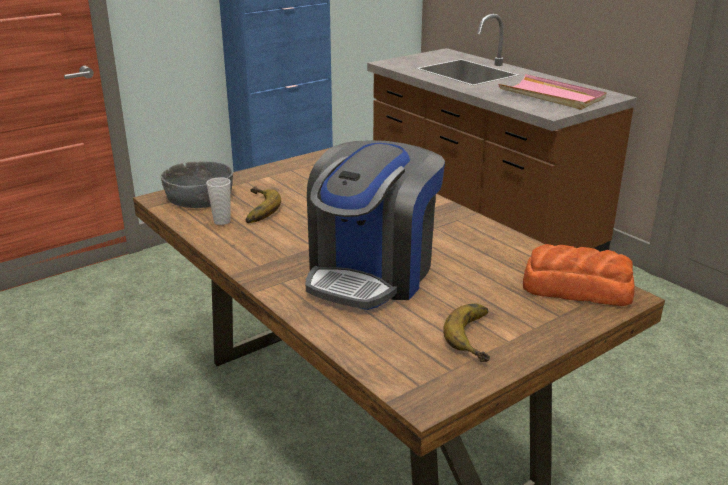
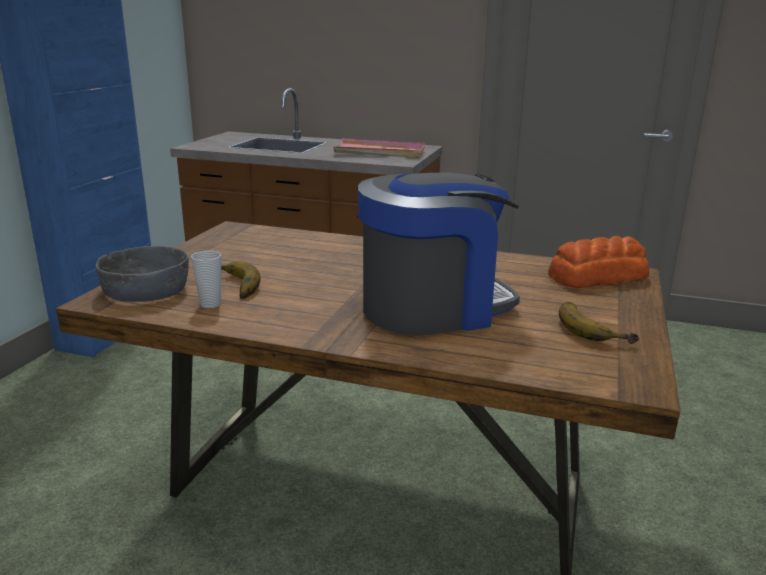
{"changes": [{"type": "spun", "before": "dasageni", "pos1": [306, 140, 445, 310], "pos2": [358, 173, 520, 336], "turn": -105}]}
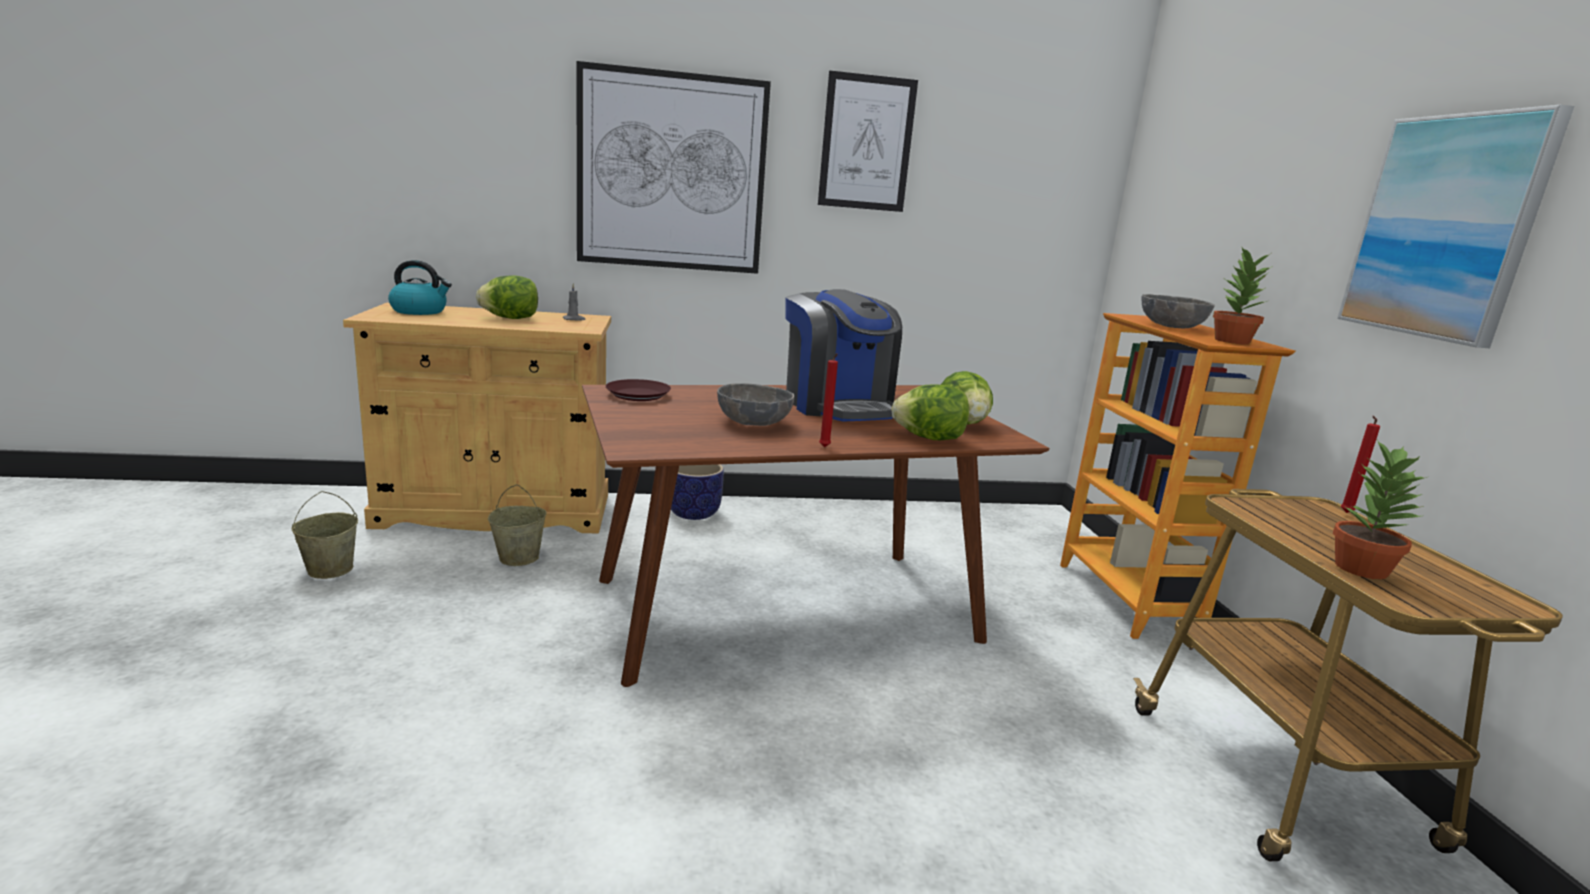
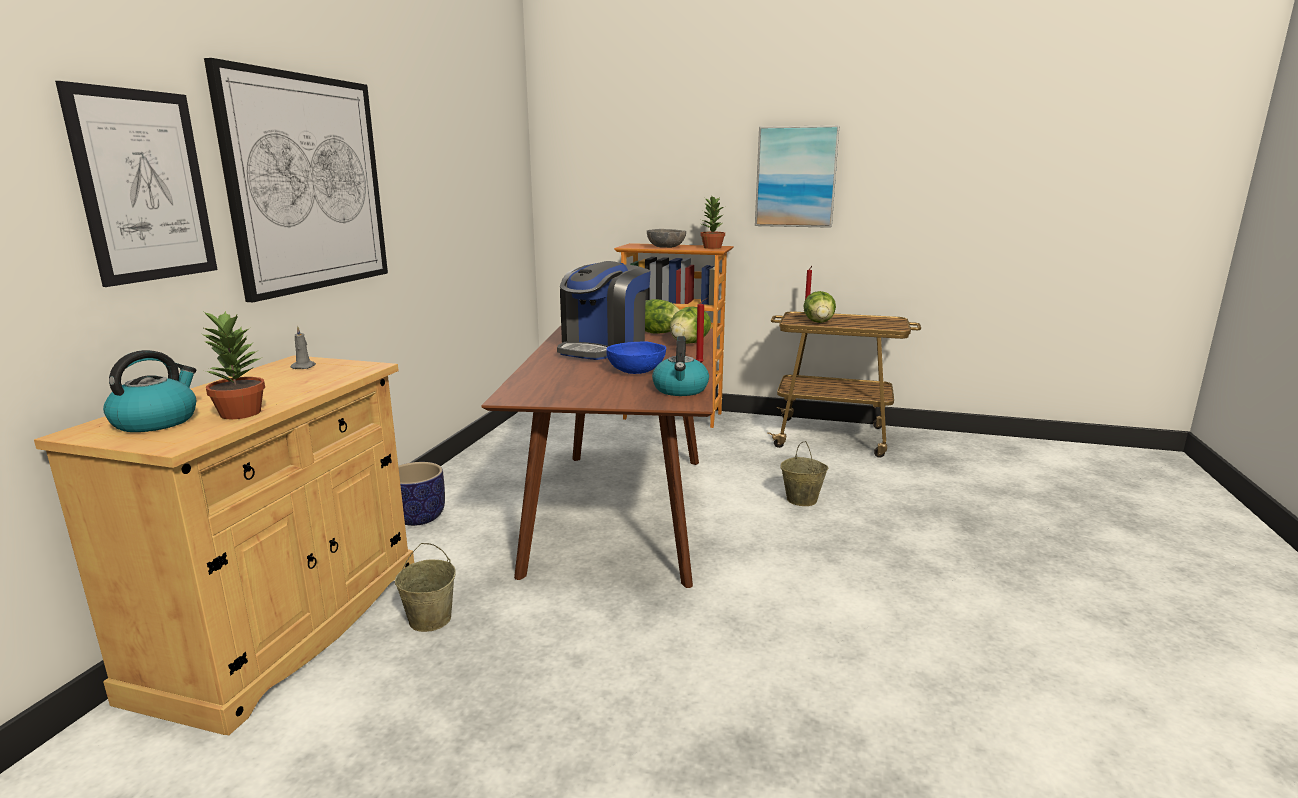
{"changes": [{"type": "relocated", "before": "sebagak", "pos1": [818, 71, 918, 212], "pos2": [55, 81, 217, 287]}, {"type": "relocated", "before": "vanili", "pos1": [1333, 440, 1427, 580], "pos2": [201, 310, 265, 419]}, {"type": "spun", "before": "dasageni", "pos1": [785, 289, 902, 421], "pos2": [557, 261, 651, 360], "turn": 120}, {"type": "colour", "before": "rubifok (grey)", "after": "rubifok (blue)", "pos1": [717, 383, 794, 426], "pos2": [606, 341, 666, 374]}, {"type": "appeared", "after": "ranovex", "pos2": [652, 336, 709, 396]}, {"type": "relocated", "before": "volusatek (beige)", "pos1": [292, 491, 358, 579], "pos2": [781, 441, 828, 506]}, {"type": "relocated", "before": "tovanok", "pos1": [476, 275, 538, 319], "pos2": [804, 291, 836, 323]}, {"type": "missing", "before": "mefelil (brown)", "pos1": [606, 379, 671, 401]}]}
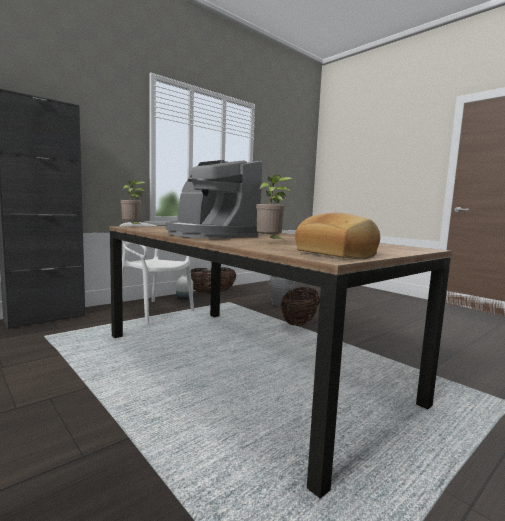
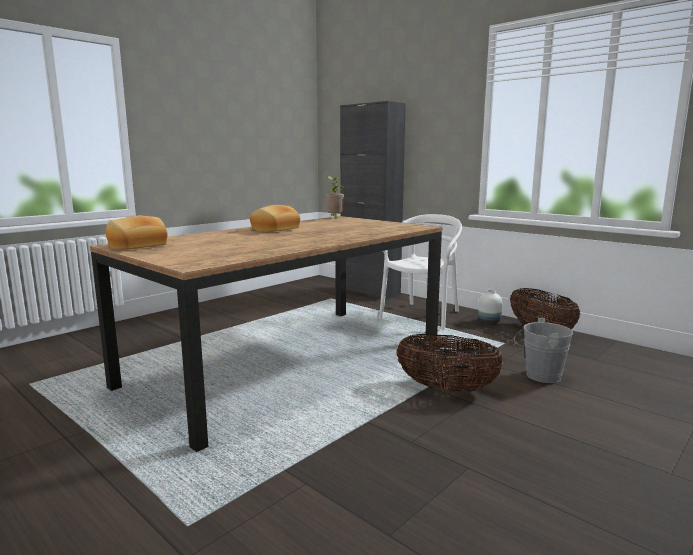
{"changes": [{"type": "exchanged", "before": "dasageni", "after": "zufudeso", "pos1": [166, 160, 262, 239], "pos2": [250, 205, 300, 232]}, {"type": "missing", "before": "vanili", "pos1": [256, 175, 293, 241]}]}
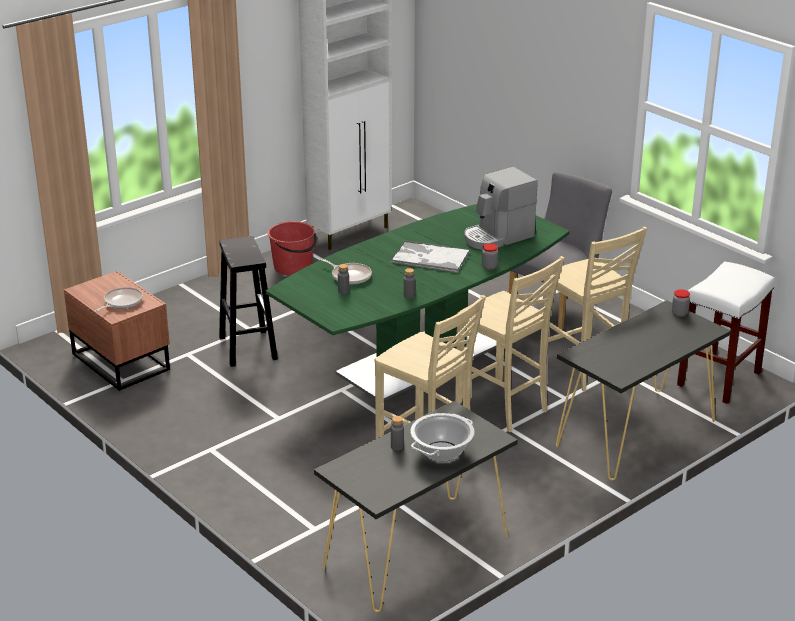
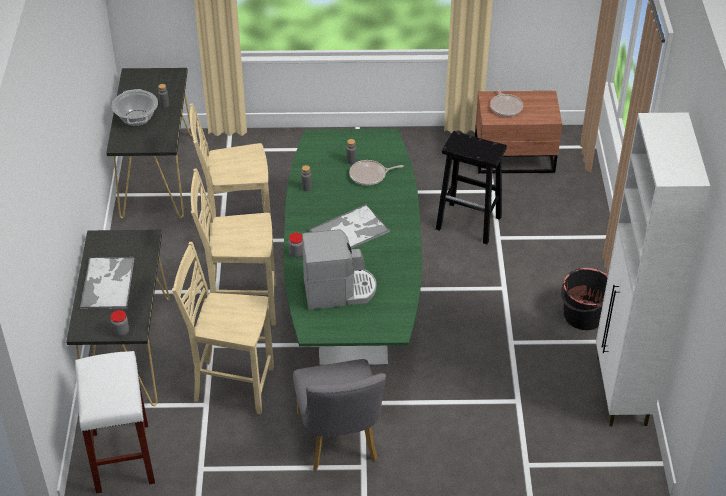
{"changes": [{"type": "appeared", "after": "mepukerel", "pos2": [80, 257, 134, 309]}, {"type": "spun", "before": "dasageni", "pos1": [465, 166, 538, 250], "pos2": [302, 229, 377, 309], "turn": 75}, {"type": "colour", "before": "volusatek (red)", "after": "volusatek (black)", "pos1": [268, 221, 317, 275], "pos2": [561, 268, 608, 330]}]}
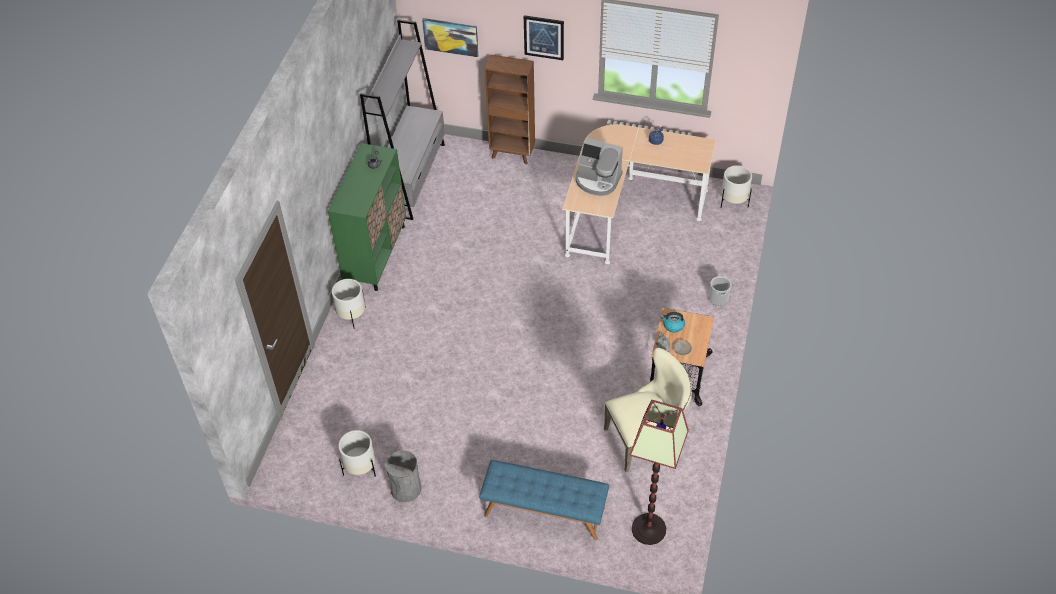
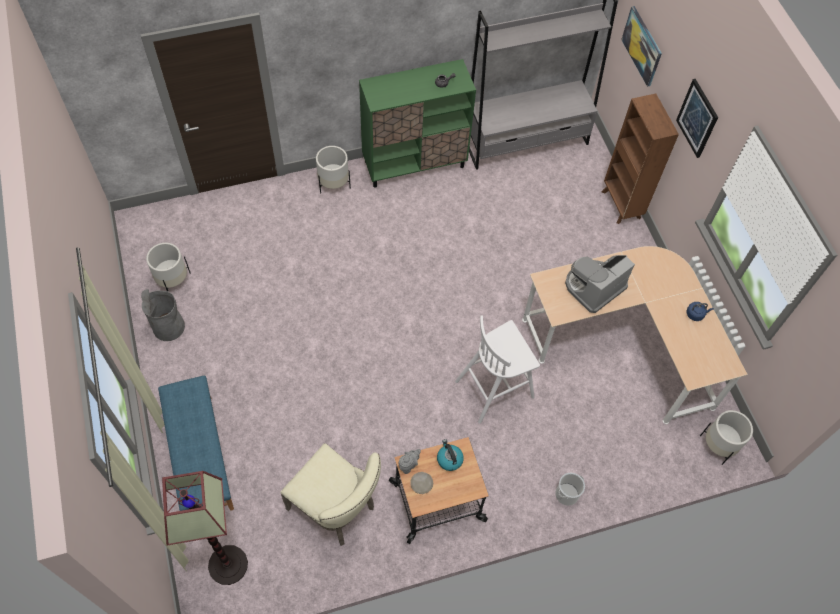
{"changes": [{"type": "appeared", "after": "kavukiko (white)", "pos2": [455, 315, 540, 424]}, {"type": "spun", "before": "dasageni", "pos1": [576, 138, 623, 196], "pos2": [565, 255, 635, 313], "turn": 60}]}
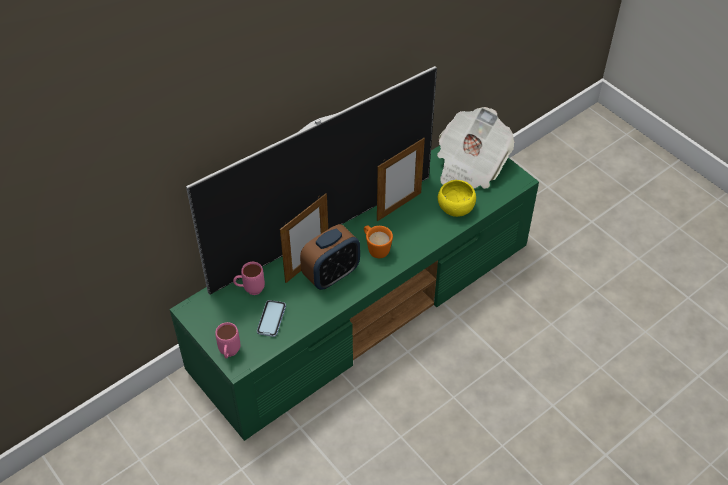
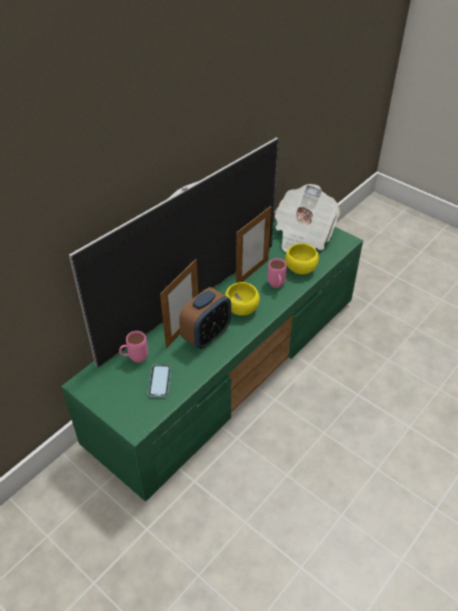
{"changes": [{"type": "exchanged", "before": "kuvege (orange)", "after": "rubifok (yellow)", "pos1": [364, 225, 393, 258], "pos2": [225, 282, 260, 316]}, {"type": "relocated", "before": "kuvege (pink)", "pos1": [215, 322, 240, 358], "pos2": [268, 258, 287, 288]}]}
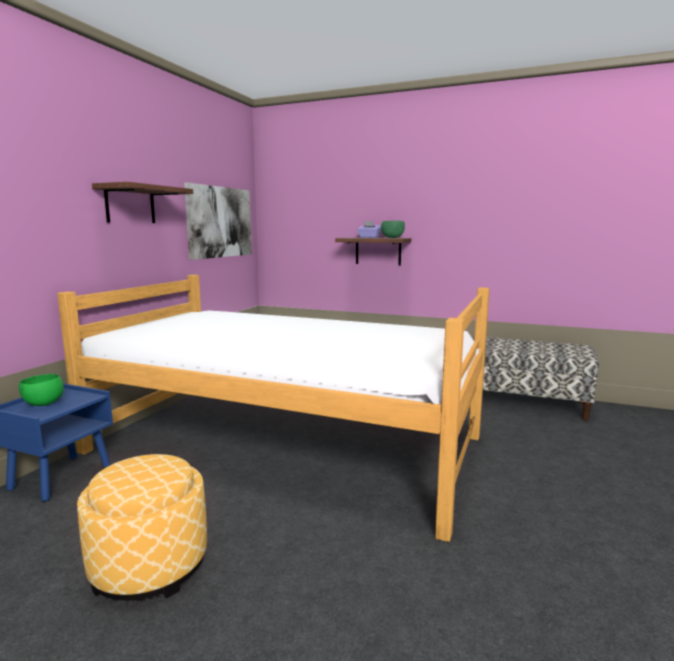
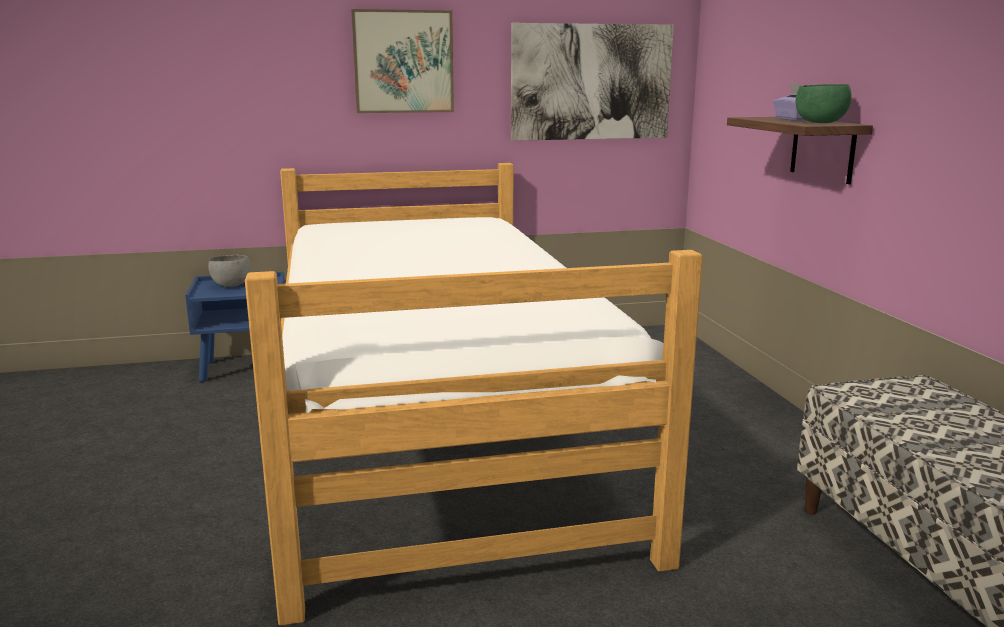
{"changes": [{"type": "colour", "before": "rubifok (green)", "after": "rubifok (grey)", "pos1": [19, 374, 64, 406], "pos2": [208, 255, 251, 287]}, {"type": "exchanged", "before": "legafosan", "after": "sebagak", "pos1": [92, 182, 193, 223], "pos2": [351, 9, 454, 113]}, {"type": "missing", "before": "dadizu", "pos1": [77, 454, 207, 601]}]}
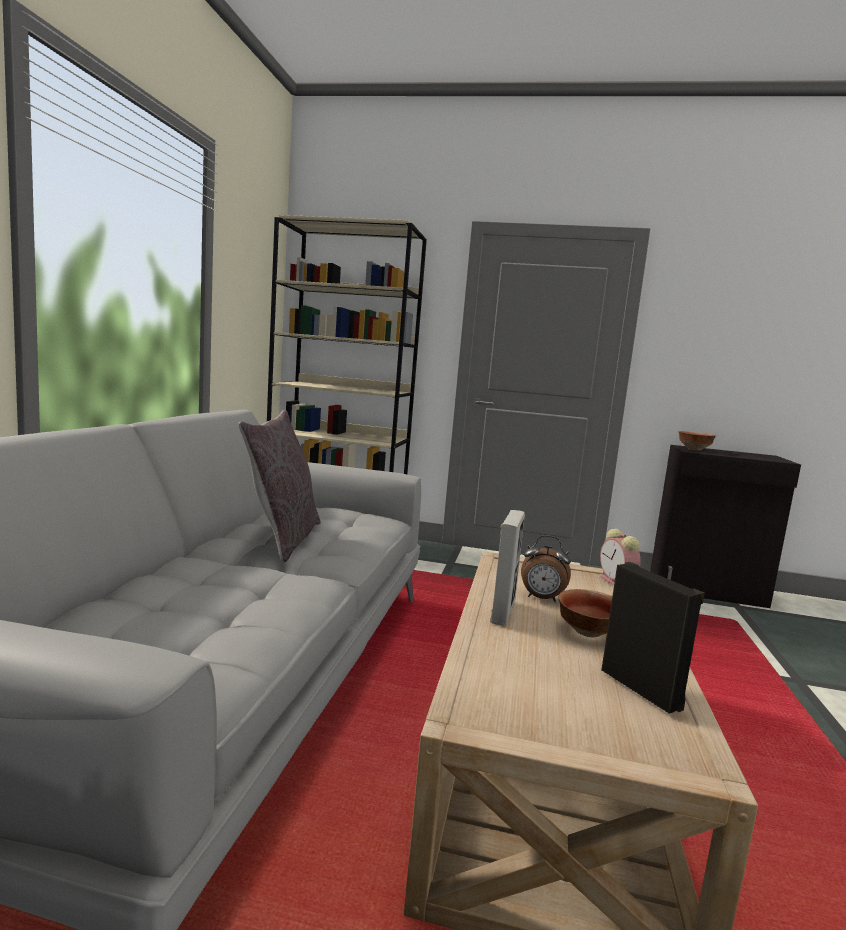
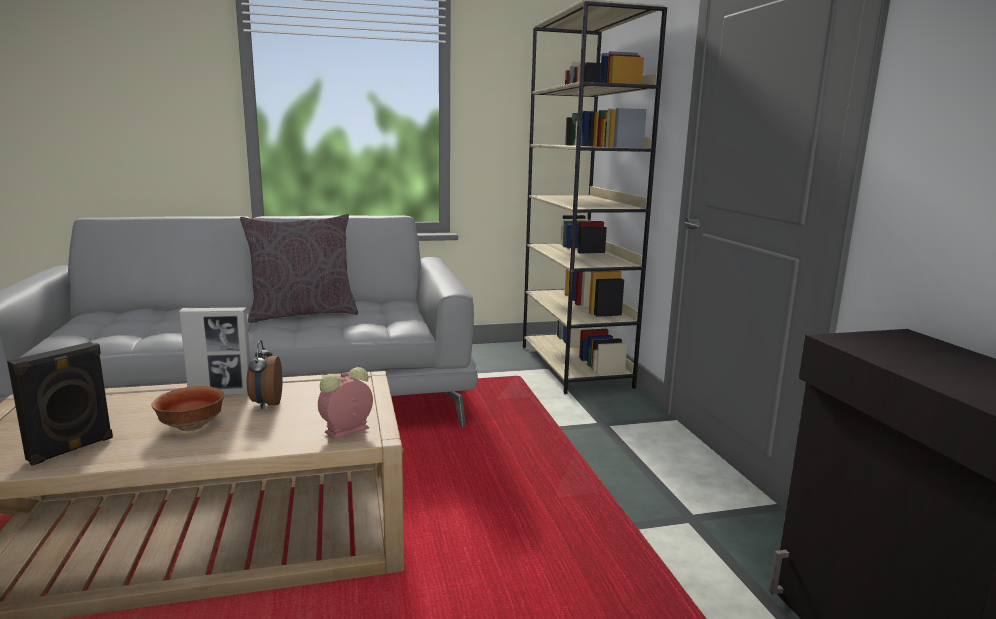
{"changes": [{"type": "missing", "before": "rubifok", "pos1": [678, 431, 716, 451]}]}
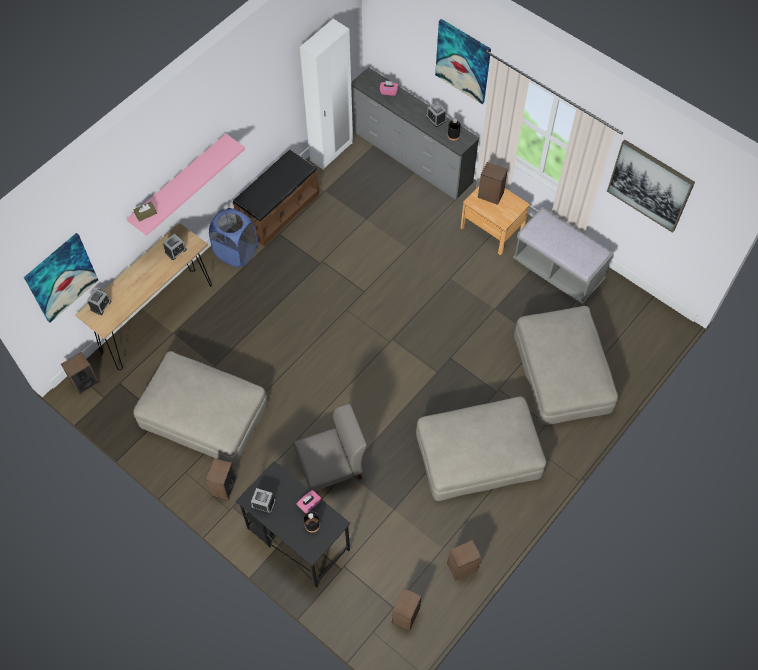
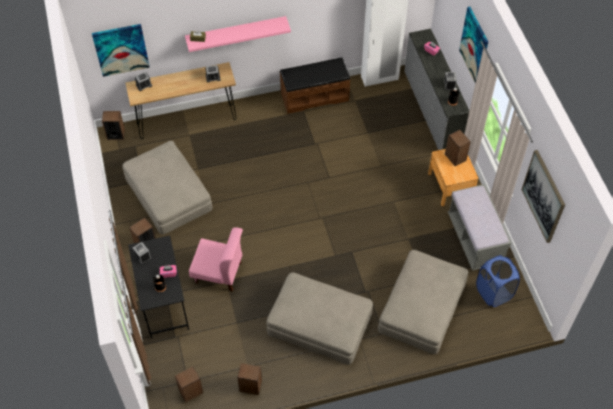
{"changes": [{"type": "colour", "before": "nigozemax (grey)", "after": "nigozemax (pink)", "pos1": [294, 404, 367, 494], "pos2": [189, 227, 243, 292]}, {"type": "relocated", "before": "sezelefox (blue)", "pos1": [209, 208, 257, 268], "pos2": [476, 255, 520, 307]}]}
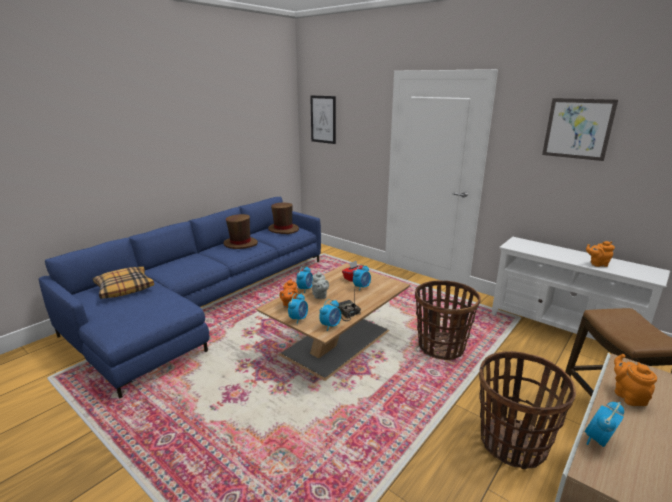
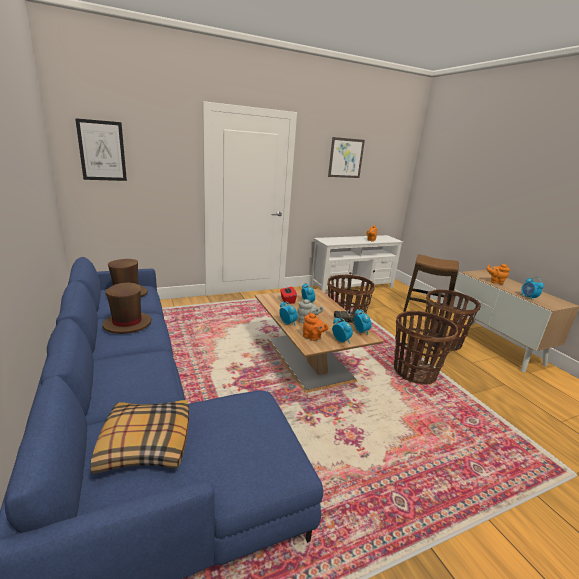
{"changes": [{"type": "appeared", "after": "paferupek", "pos2": [394, 311, 458, 385]}]}
